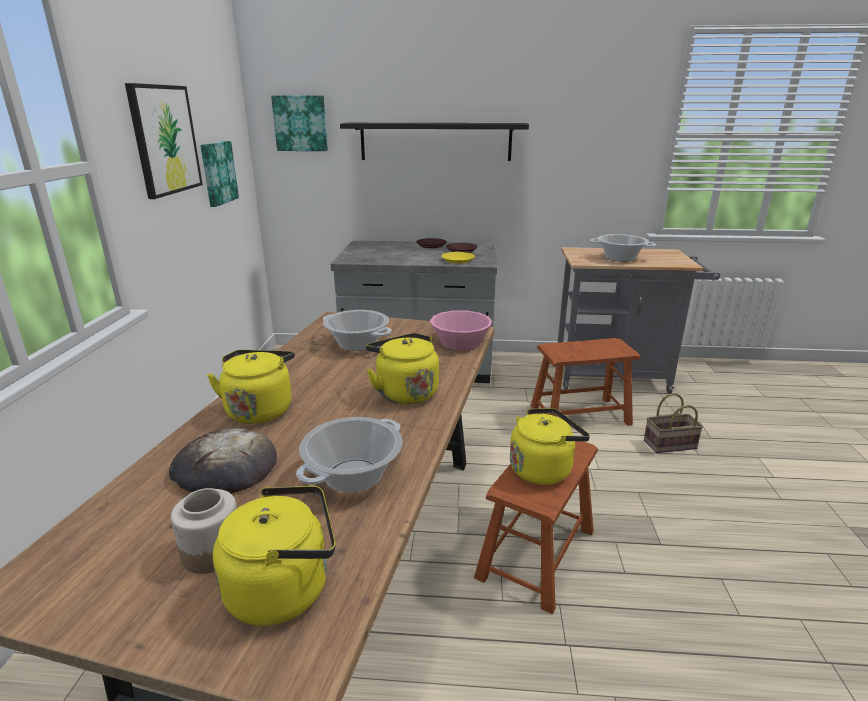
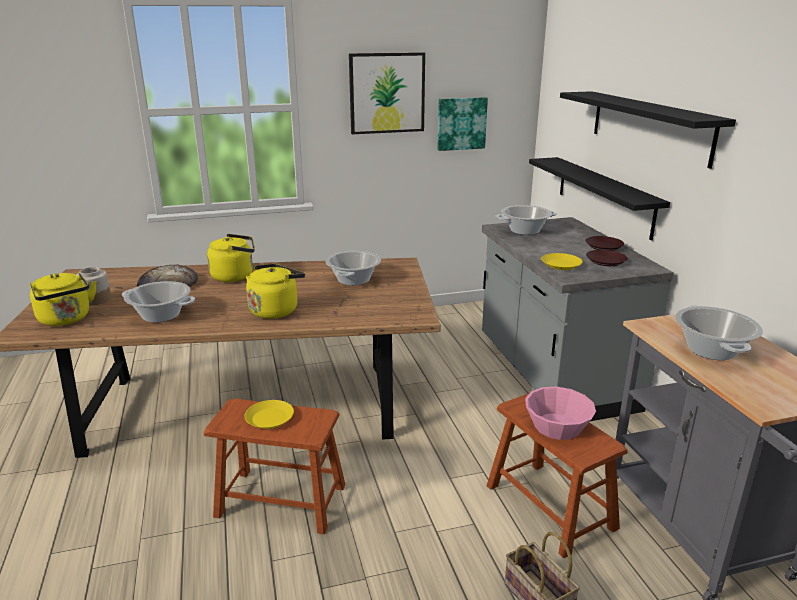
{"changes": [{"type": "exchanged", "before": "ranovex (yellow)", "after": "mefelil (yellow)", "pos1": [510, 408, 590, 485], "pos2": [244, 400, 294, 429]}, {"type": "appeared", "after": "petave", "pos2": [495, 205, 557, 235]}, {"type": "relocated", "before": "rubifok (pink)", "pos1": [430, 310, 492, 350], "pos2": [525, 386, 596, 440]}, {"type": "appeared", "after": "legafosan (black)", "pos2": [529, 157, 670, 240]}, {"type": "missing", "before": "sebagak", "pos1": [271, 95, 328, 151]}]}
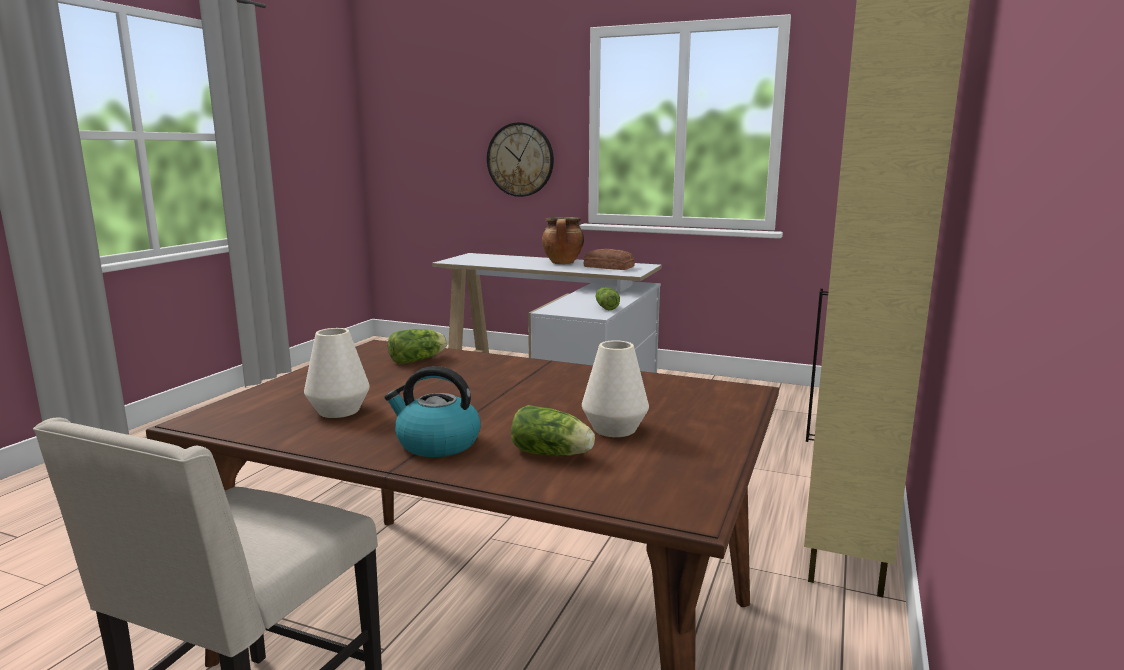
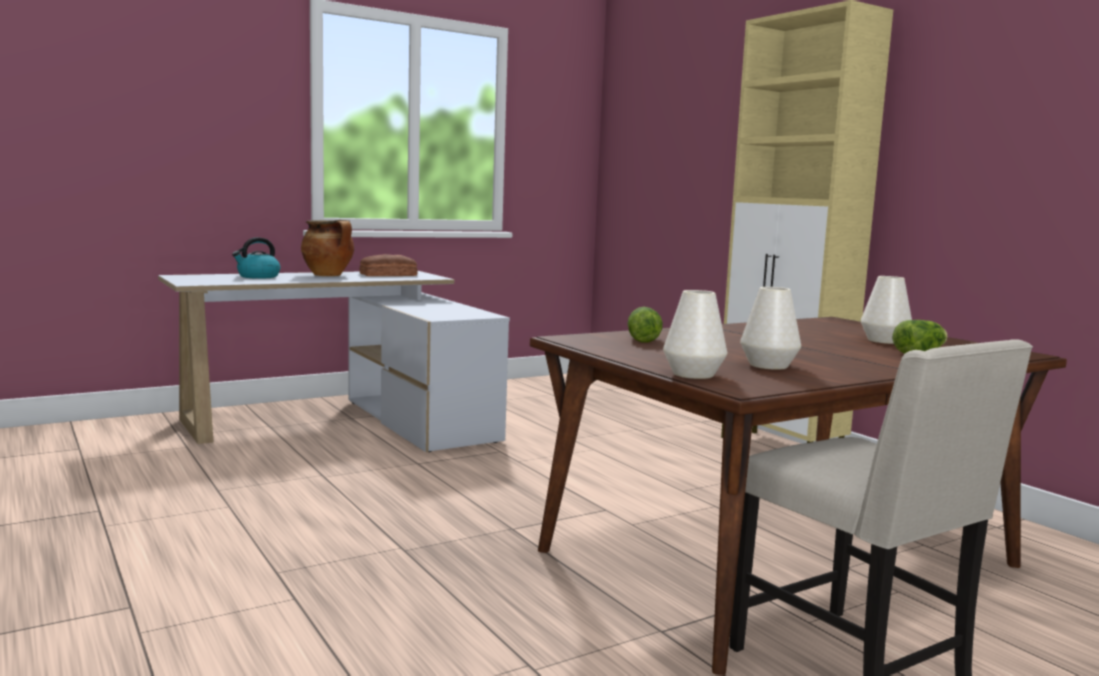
{"changes": [{"type": "relocated", "before": "ranovex", "pos1": [384, 366, 481, 457], "pos2": [232, 237, 280, 279]}, {"type": "appeared", "after": "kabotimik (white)", "pos2": [663, 290, 727, 379]}, {"type": "missing", "before": "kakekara", "pos1": [487, 122, 554, 197]}, {"type": "missing", "before": "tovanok", "pos1": [596, 287, 620, 310]}]}
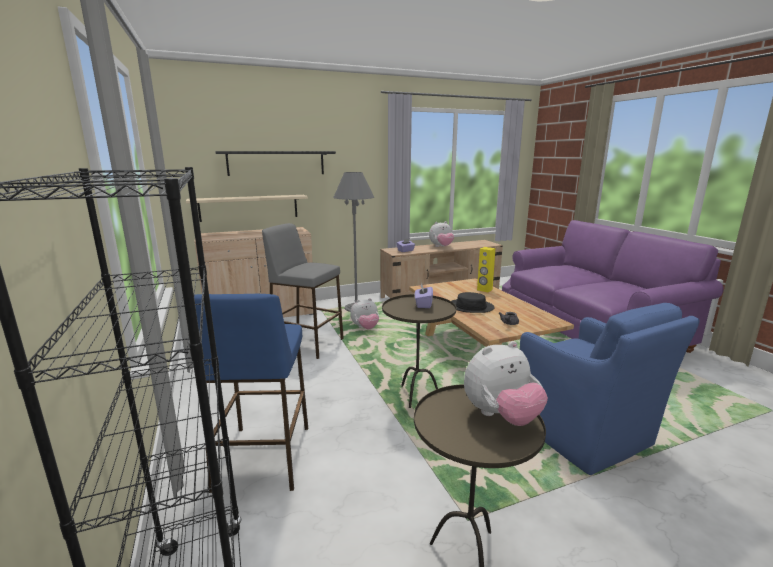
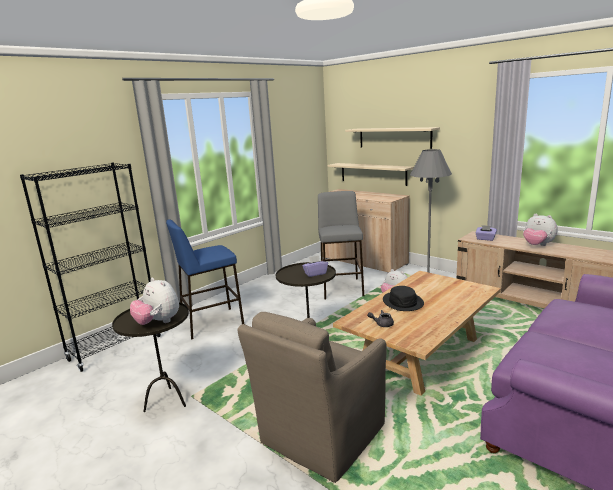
{"changes": [{"type": "colour", "before": "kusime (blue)", "after": "kusime (brown)", "pos1": [520, 303, 700, 475], "pos2": [238, 312, 387, 483]}, {"type": "colour", "before": "legafosan (black)", "after": "legafosan (beige)", "pos1": [215, 151, 336, 176], "pos2": [345, 127, 440, 149]}, {"type": "missing", "before": "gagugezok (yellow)", "pos1": [477, 247, 495, 292]}]}
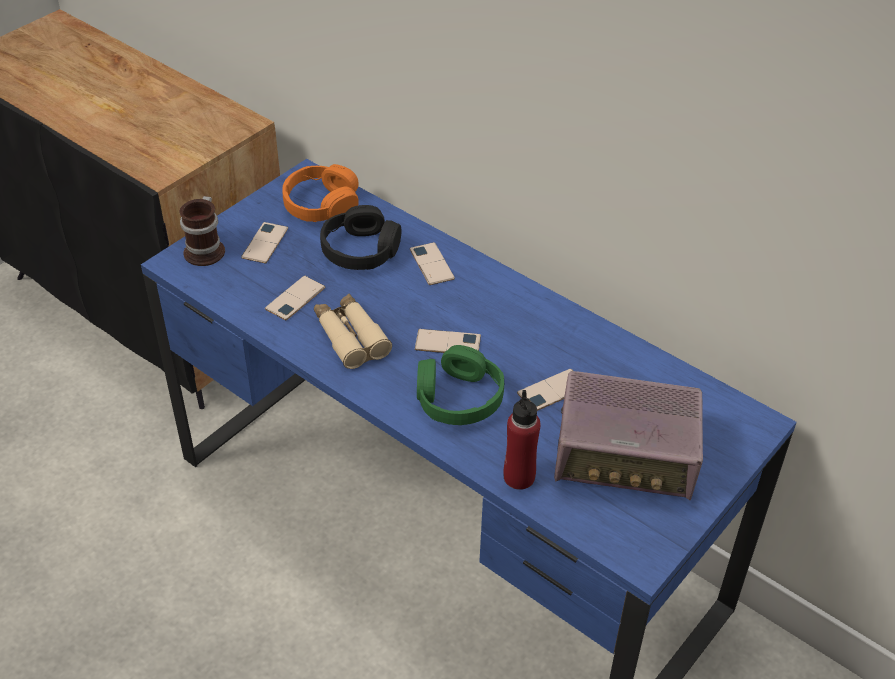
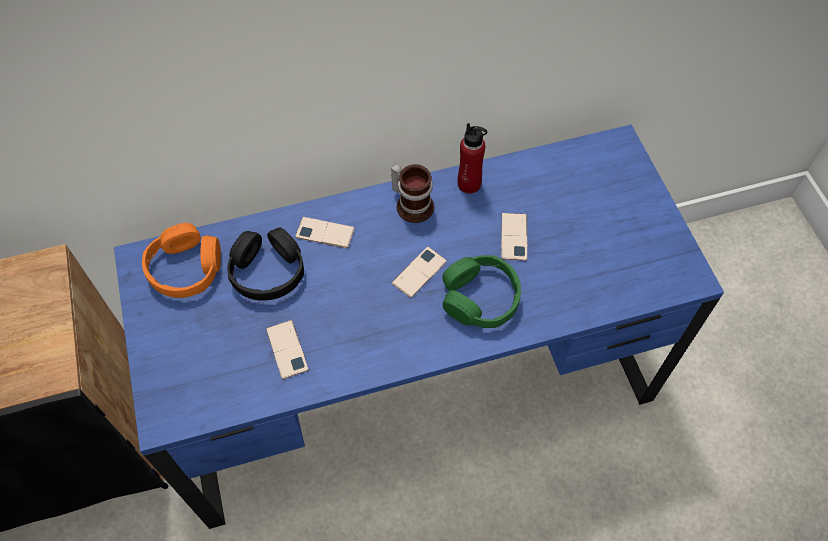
{"changes": [{"type": "relocated", "before": "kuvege", "pos1": [179, 196, 225, 266], "pos2": [391, 164, 434, 223]}, {"type": "relocated", "before": "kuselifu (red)", "pos1": [504, 390, 541, 490], "pos2": [458, 123, 487, 194]}, {"type": "missing", "before": "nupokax", "pos1": [241, 222, 288, 263]}, {"type": "missing", "before": "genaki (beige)", "pos1": [314, 293, 392, 369]}, {"type": "missing", "before": "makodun", "pos1": [554, 371, 703, 500]}]}
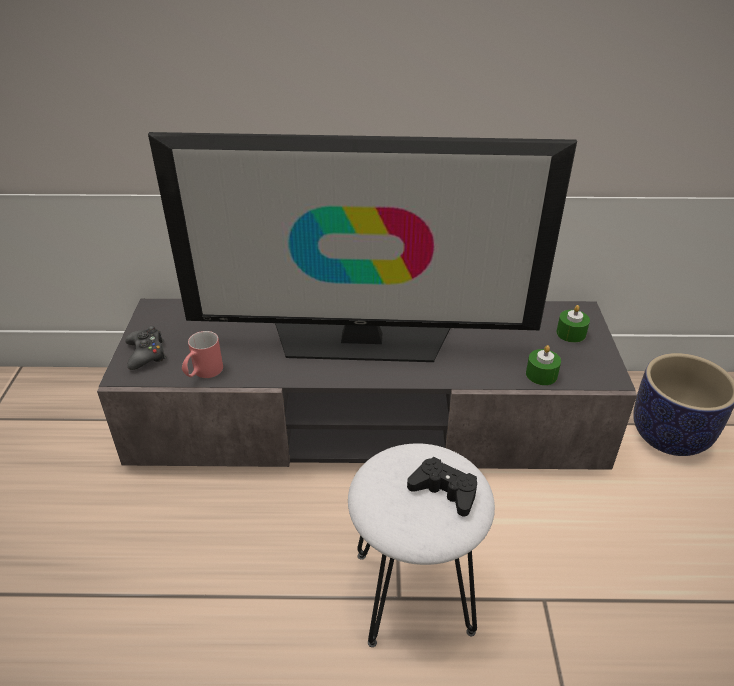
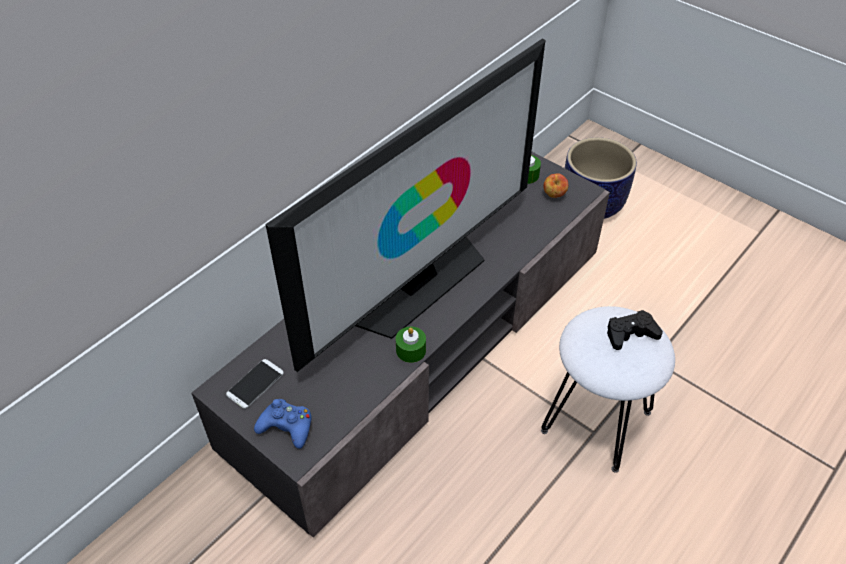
{"changes": [{"type": "appeared", "after": "nupokax", "pos2": [226, 359, 284, 409]}, {"type": "colour", "before": "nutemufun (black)", "after": "nutemufun (blue)", "pos1": [125, 326, 167, 370], "pos2": [254, 399, 312, 449]}, {"type": "relocated", "before": "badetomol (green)", "pos1": [526, 345, 561, 385], "pos2": [396, 327, 426, 363]}, {"type": "appeared", "after": "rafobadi", "pos2": [543, 173, 568, 198]}, {"type": "missing", "before": "kuvege (red)", "pos1": [182, 331, 223, 378]}]}
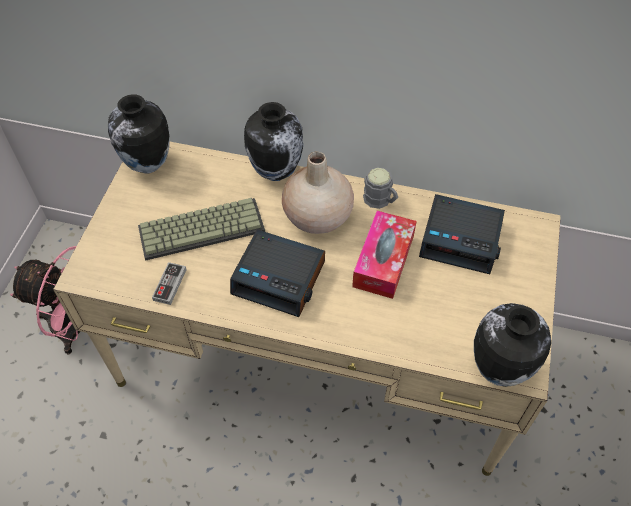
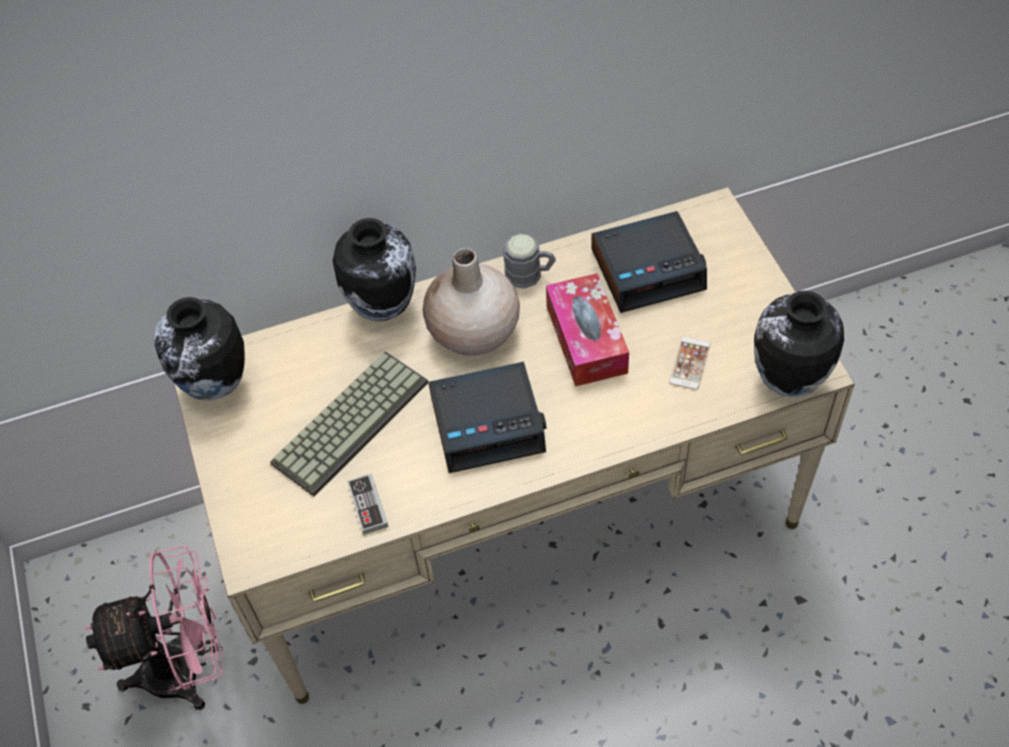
{"changes": [{"type": "appeared", "after": "nupokax", "pos2": [669, 337, 710, 390]}]}
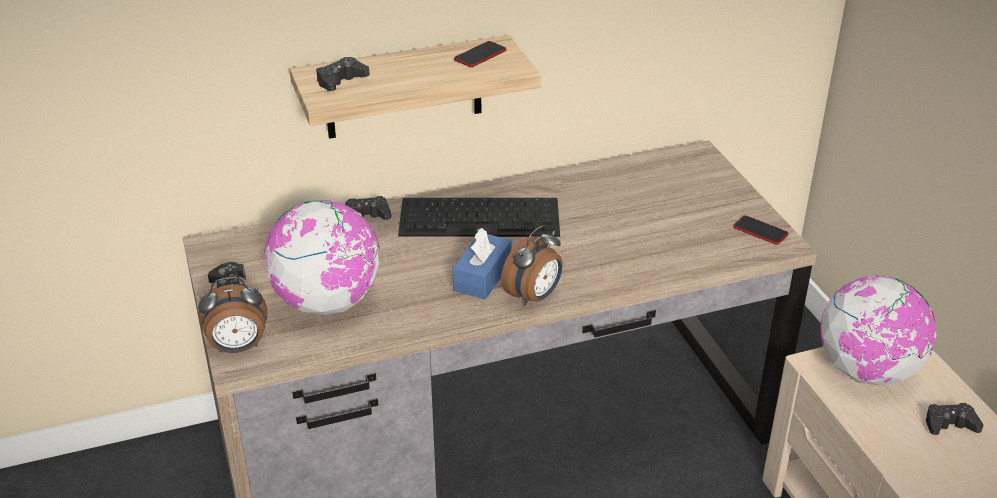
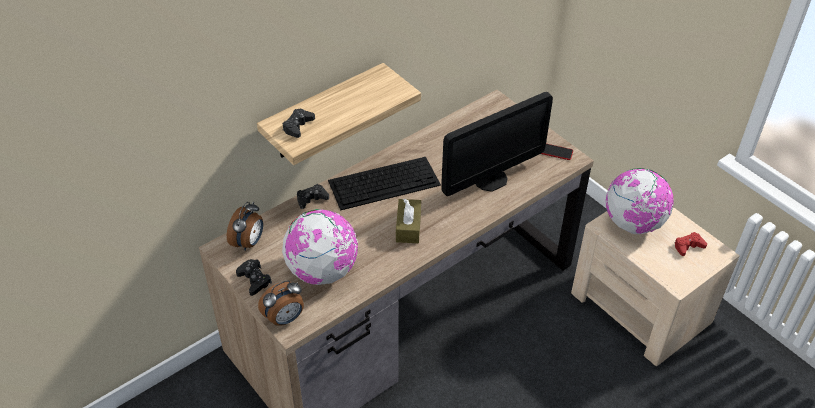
{"changes": [{"type": "relocated", "before": "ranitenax", "pos1": [501, 225, 563, 306], "pos2": [227, 202, 263, 251]}, {"type": "colour", "before": "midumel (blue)", "after": "midumel (brown)", "pos1": [453, 228, 512, 299], "pos2": [396, 199, 421, 243]}, {"type": "appeared", "after": "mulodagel", "pos2": [441, 92, 553, 196]}, {"type": "colour", "before": "nutemufun (black)", "after": "nutemufun (red)", "pos1": [926, 403, 984, 435], "pos2": [675, 232, 707, 256]}, {"type": "missing", "before": "nupokax", "pos1": [454, 41, 507, 67]}]}
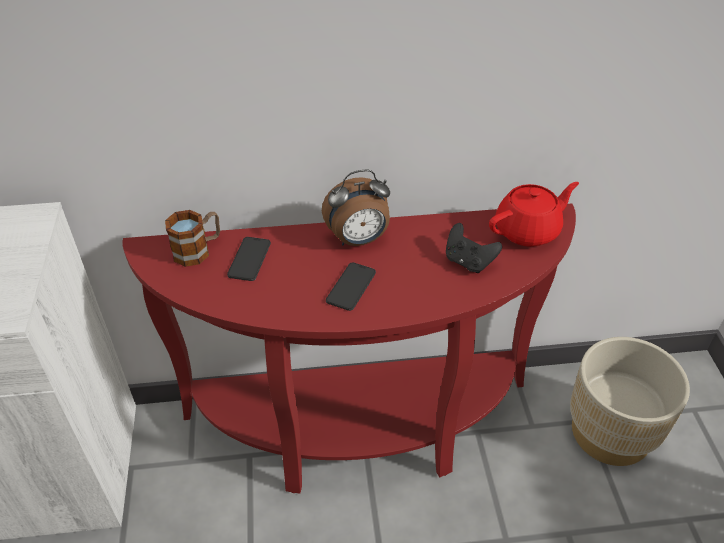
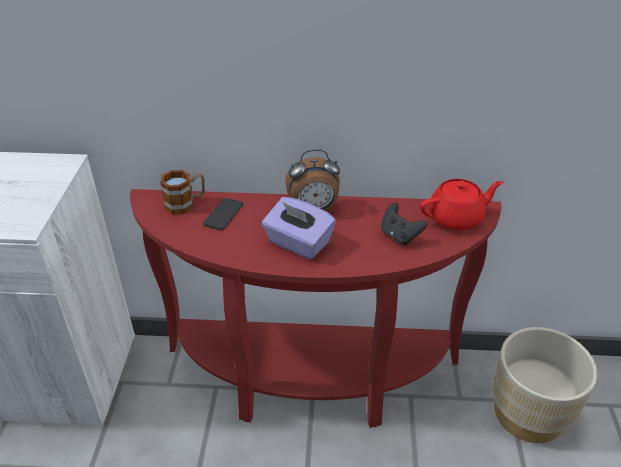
{"changes": [{"type": "exchanged", "before": "nupokax", "after": "midumel (purple)", "pos1": [326, 262, 376, 311], "pos2": [262, 197, 336, 259]}]}
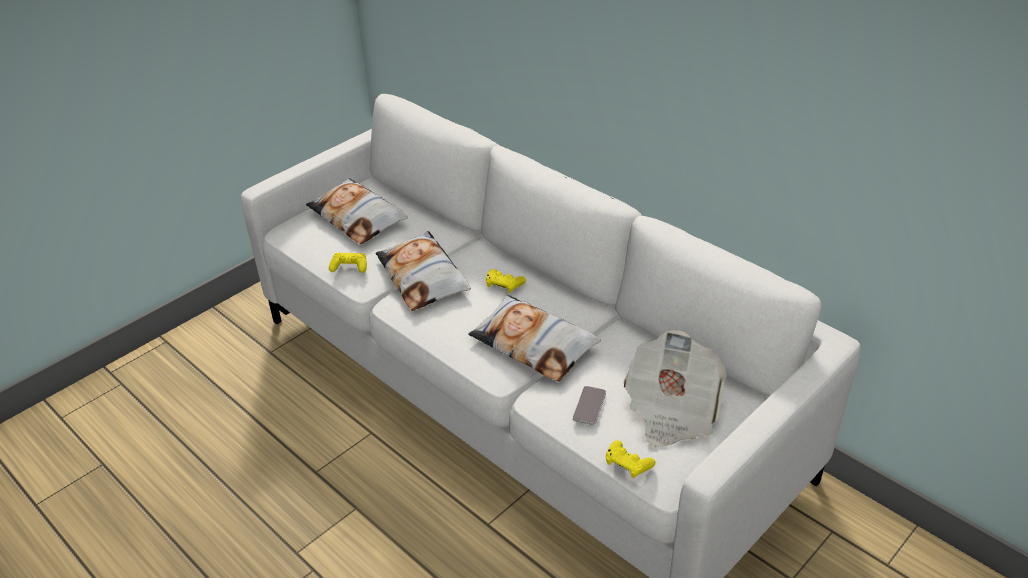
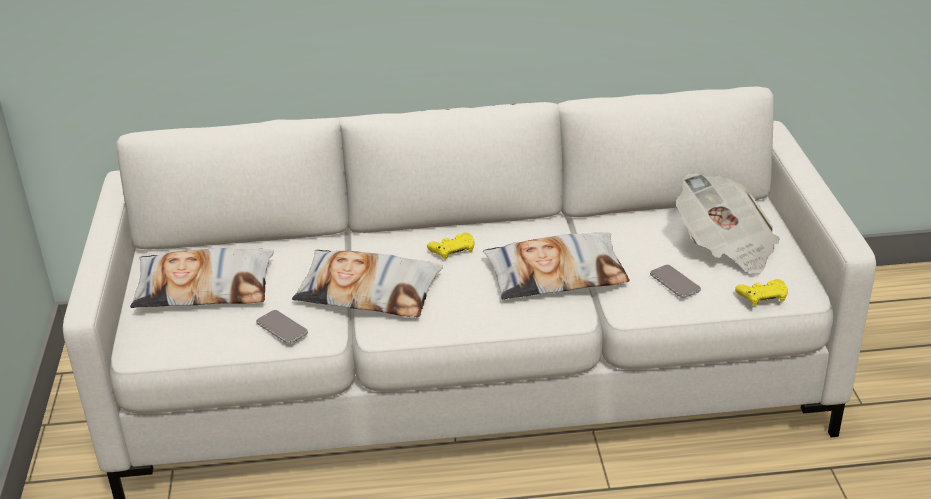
{"changes": [{"type": "exchanged", "before": "nutemufun (yellow)", "after": "nupokax", "pos1": [329, 253, 367, 273], "pos2": [256, 310, 308, 344]}]}
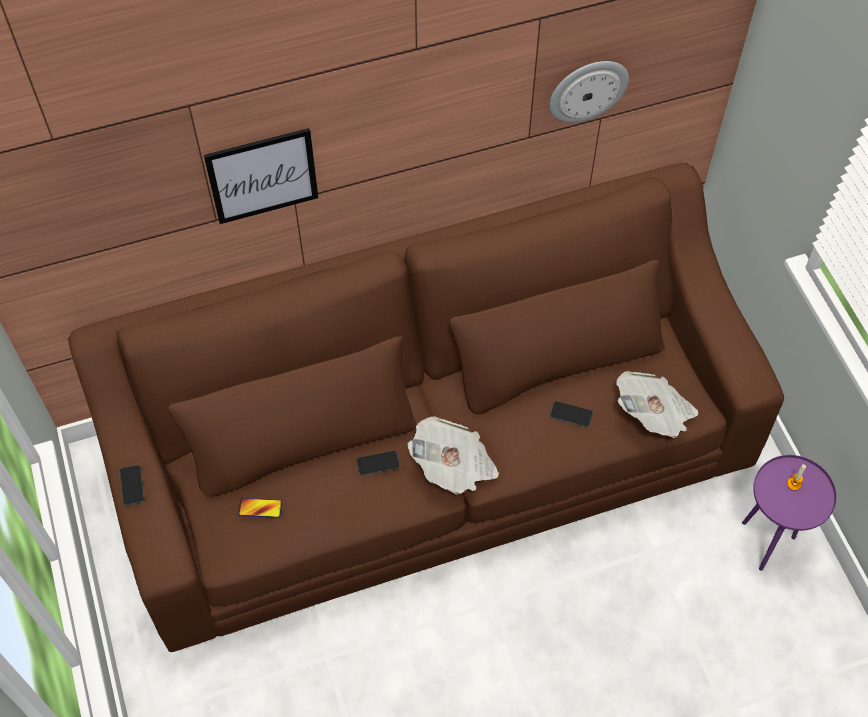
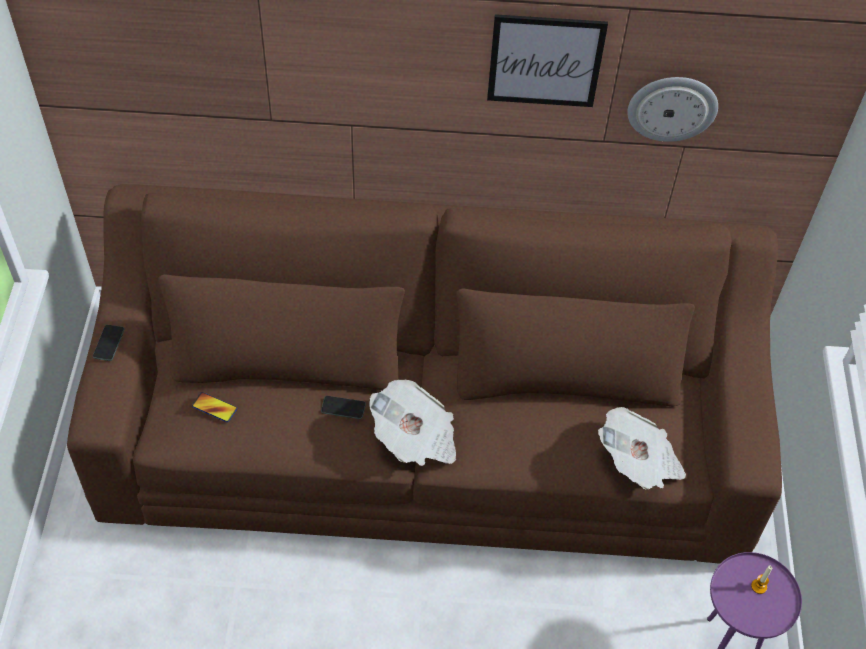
{"changes": [{"type": "relocated", "before": "sebagak", "pos1": [204, 128, 318, 224], "pos2": [487, 14, 608, 107]}, {"type": "missing", "before": "nupokax", "pos1": [550, 401, 593, 427]}]}
